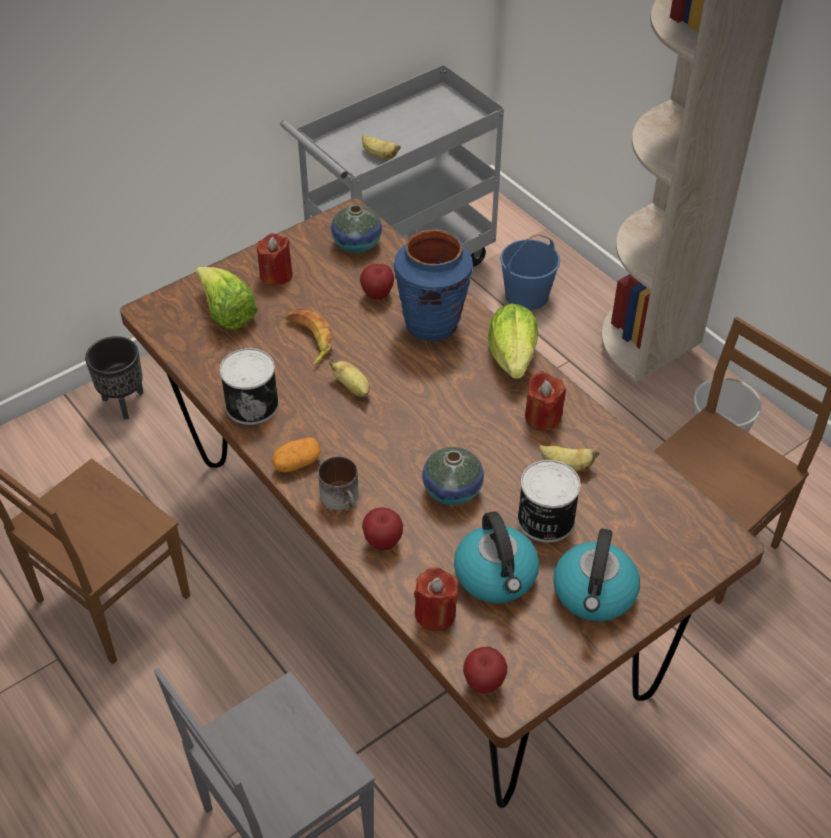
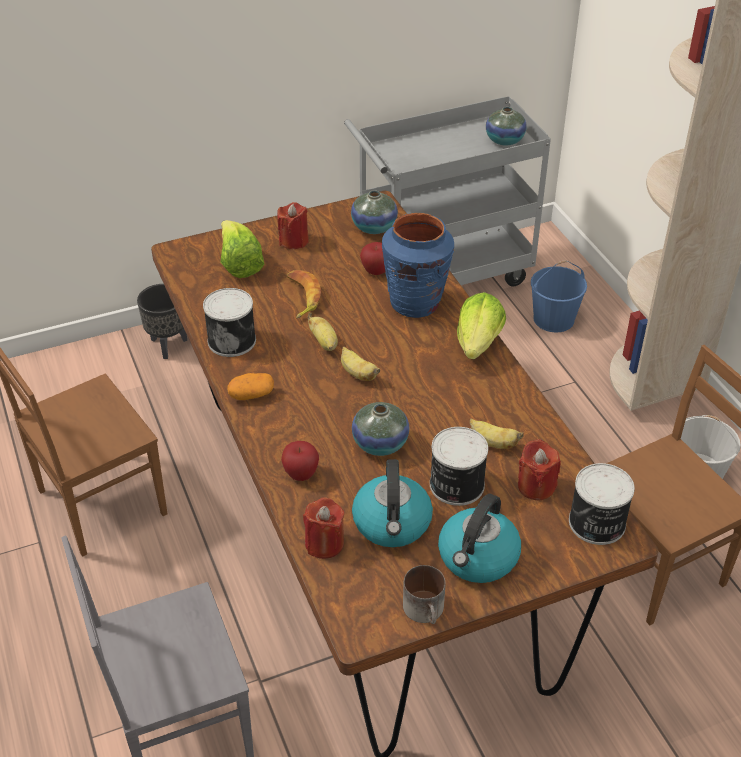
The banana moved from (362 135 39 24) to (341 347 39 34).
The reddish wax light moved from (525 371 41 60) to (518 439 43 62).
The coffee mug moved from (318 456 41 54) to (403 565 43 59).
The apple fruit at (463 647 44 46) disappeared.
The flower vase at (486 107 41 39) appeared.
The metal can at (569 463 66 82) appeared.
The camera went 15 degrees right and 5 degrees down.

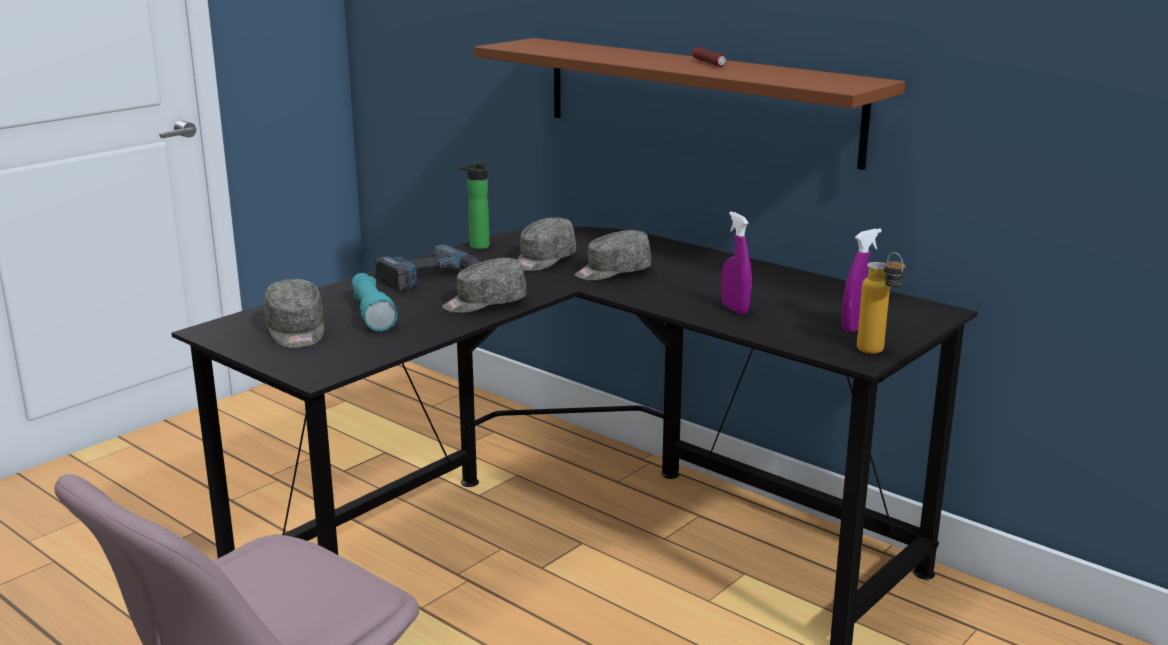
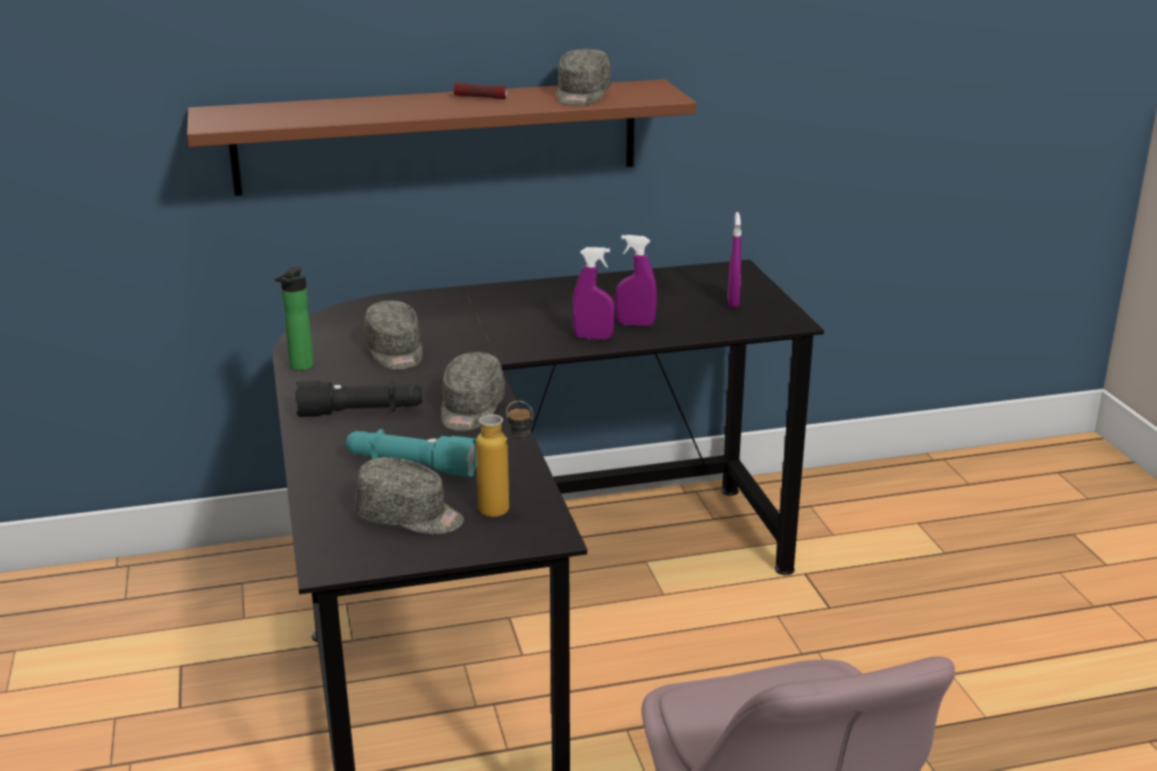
The greyish cap moved from (575 230 76 50) to (557 49 54 56).
The drill at (375 244 106 47) was replaced by the black hand torch at (295 381 128 36).
The beverage bottle moved from (857 252 49 102) to (476 401 57 116).
The purple-coloured sprayer at (572 247 43 93) appeared.
The camera went 55 degrees left and 5 degrees up.

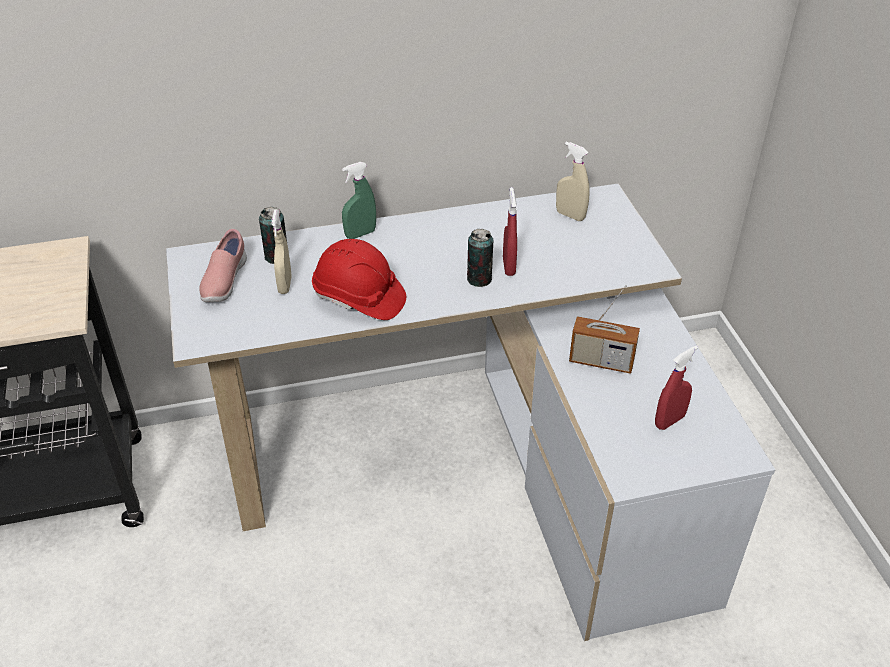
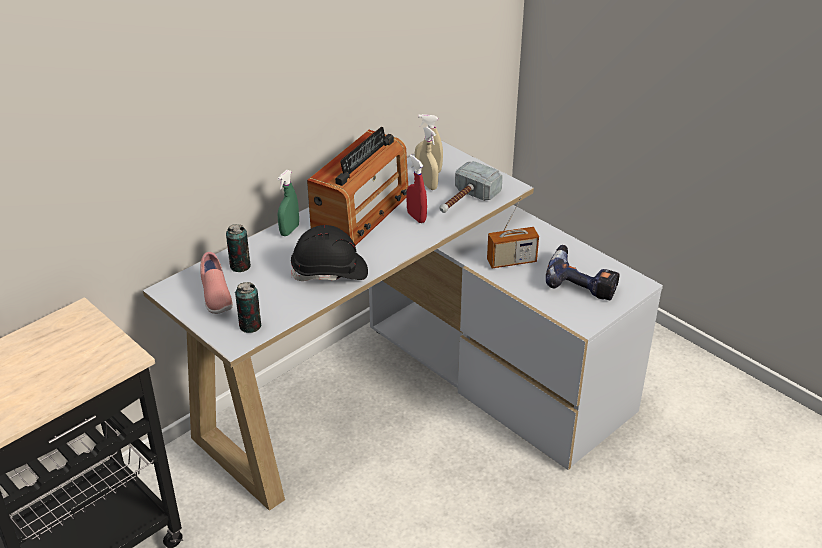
The beige-coloured sprayer moved from (271 209 21 85) to (419 126 20 64).
The metal can moved from (467 229 26 58) to (235 282 26 51).
The reddish safety helmet at (312 239 94 81) became the black safety helmet at (291 225 77 56).
The reddish sprayer at (655 345 43 85) was replaced by the drill at (546 245 74 55).
The radio receiver at (307 127 101 119) appeared.
The tool hammer at (439 161 64 52) appeared.
The camera went 30 degrees left and 5 degrees down.

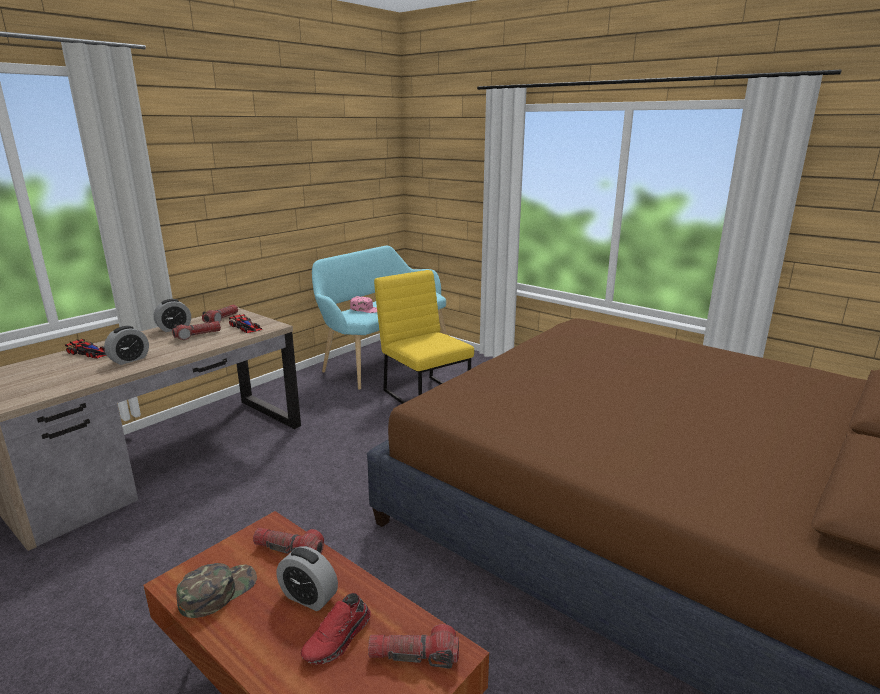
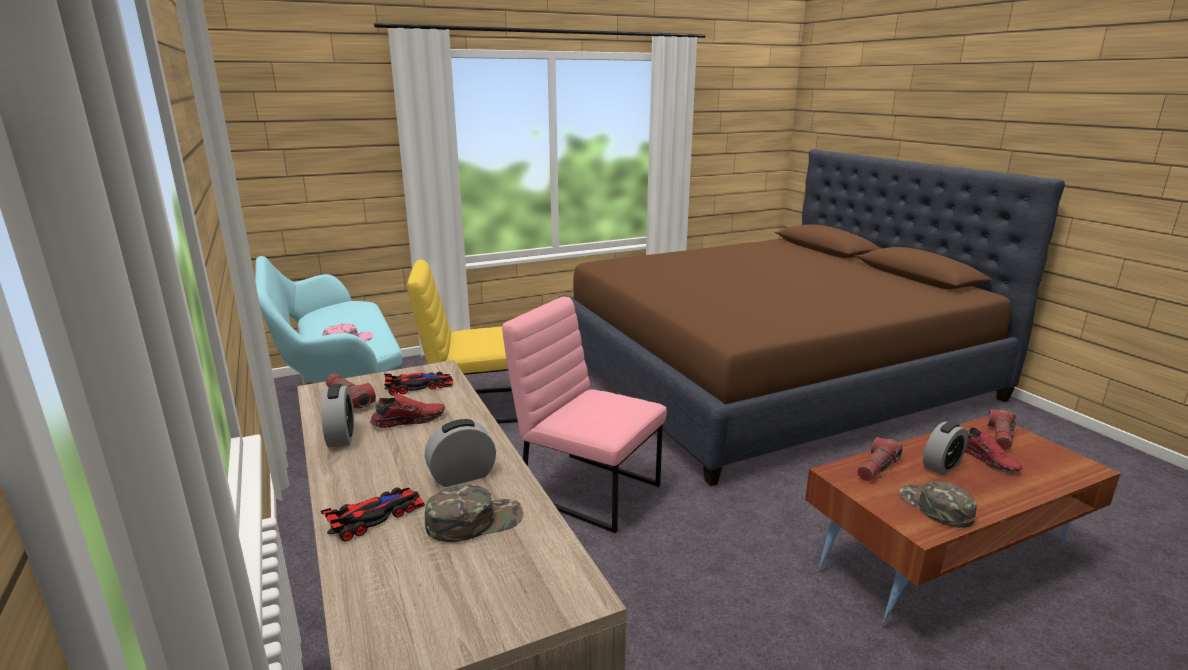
The hand torch at (172 321 49 19) was replaced by the reddish shoe at (370 393 75 35).
The table clock at (104 326 45 39) turned 90 degrees counterclockwise.
The pinkish upright chair at (502 297 165 236) appeared.
The green cap at (425 485 98 57) appeared.
The camera went 65 degrees left and 0 degrees up.

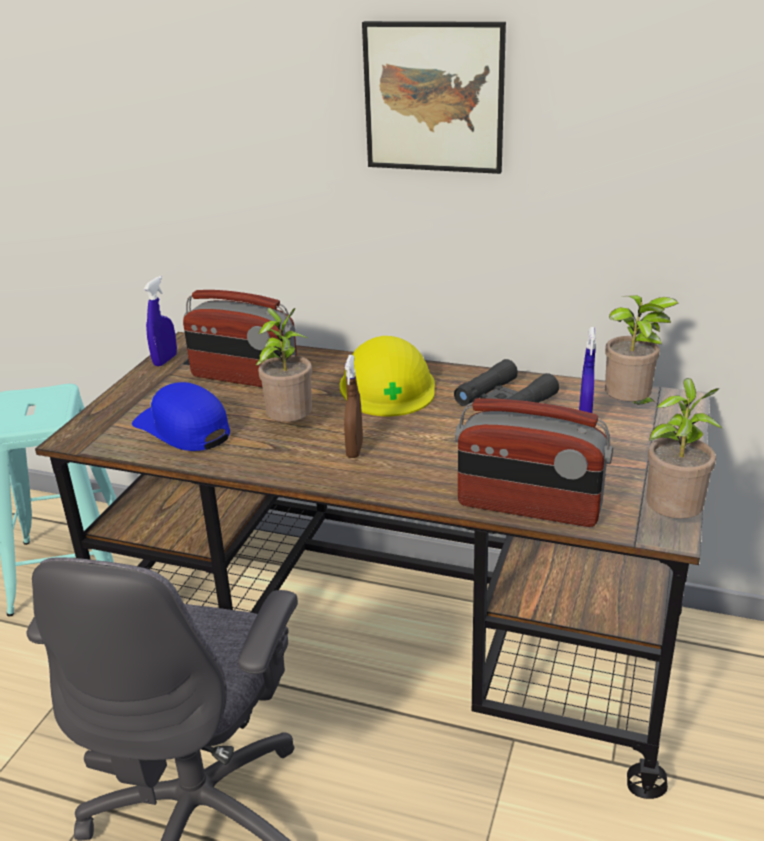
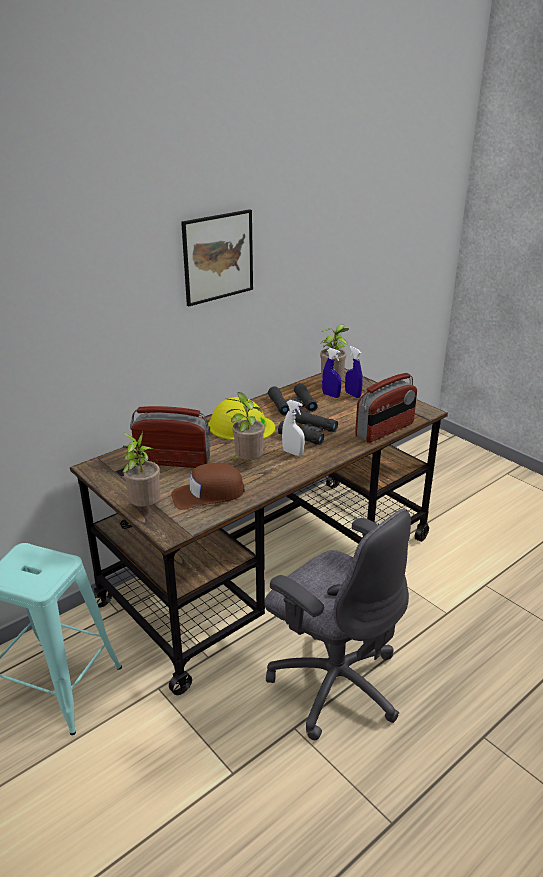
The blue-coloured sprayer moved from (144 276 33 90) to (345 346 18 52).
The radio receiver at (183 290 114 97) turned 135 degrees counterclockwise.
The brown-coloured sprayer at (344 355 19 103) became the white sprayer at (282 400 23 56).
The potted plant moved from (646 378 77 141) to (123 432 37 75).
The blue-coloured cap at (132 382 98 69) became the brown-coloured cap at (171 463 74 47).
The black pair of binoculars at (278 410 60 35) appeared.
The camera went 60 degrees left and 0 degrees up.

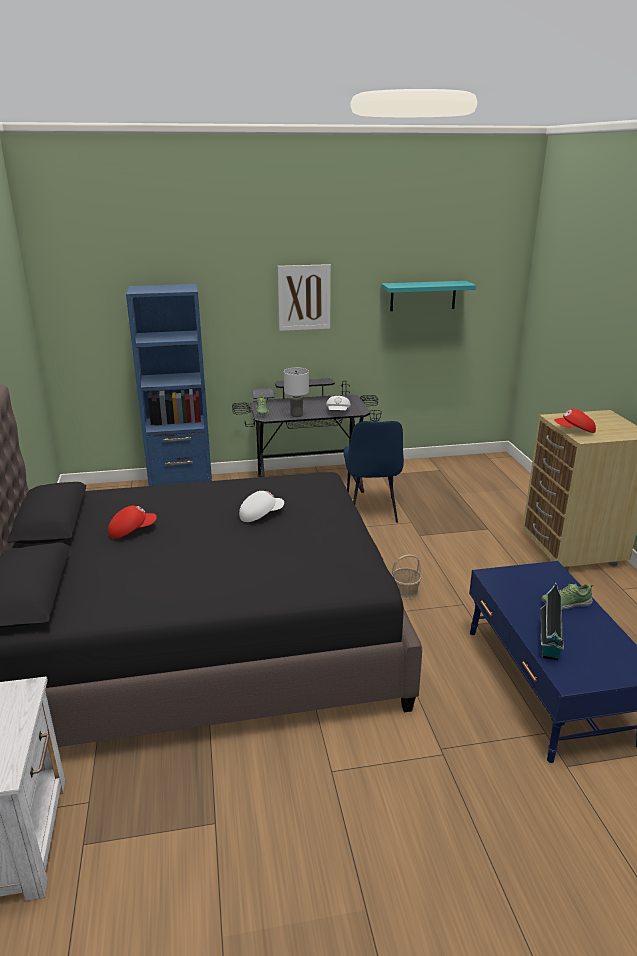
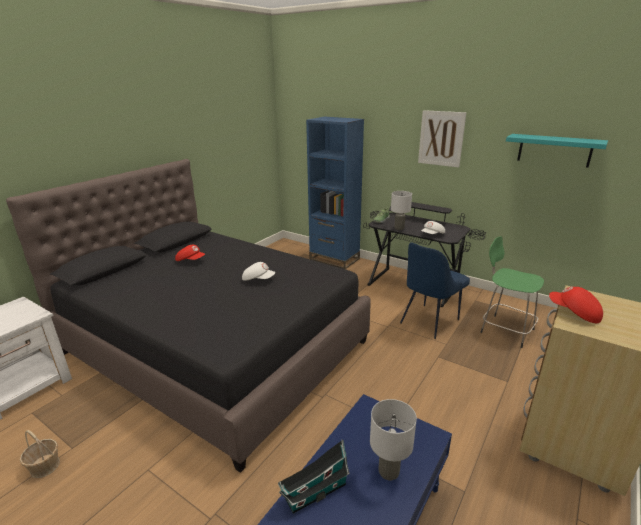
The storage basket moved from (392 554 30 45) to (20 430 40 48).
The shoe at (542 584 51 26) was replaced by the white table lamp at (370 399 47 82).
The green stool at (480 236 64 112) appeared.
The camera went 45 degrees right and 0 degrees up.

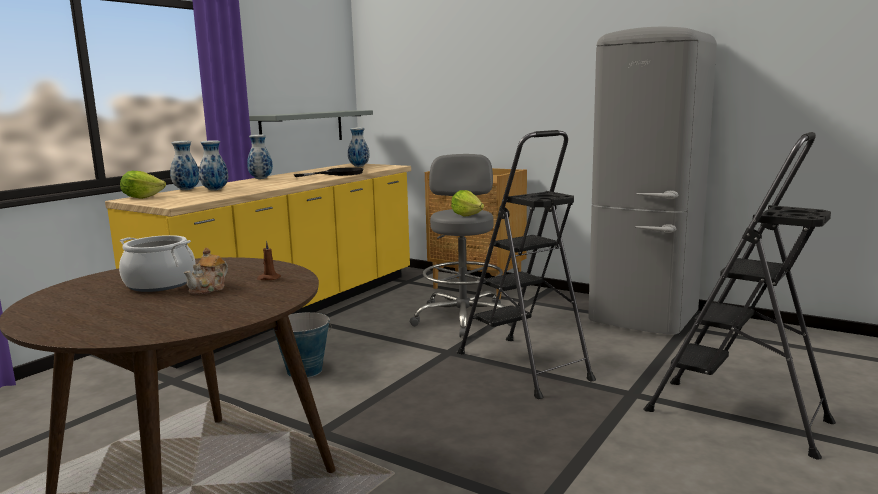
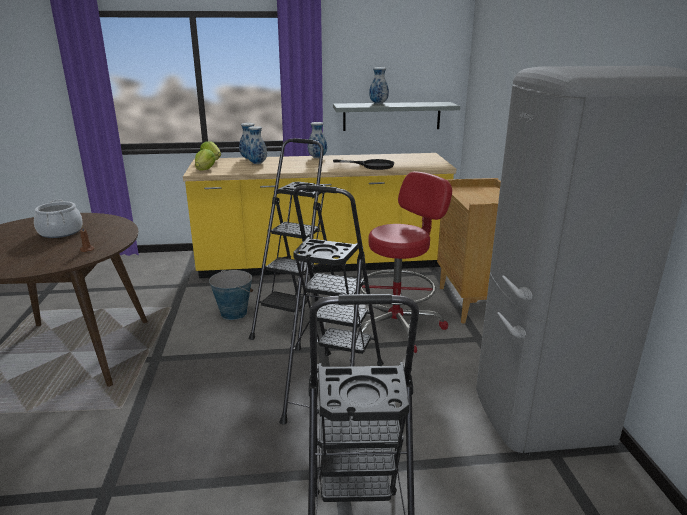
The flower vase moved from (348 128 22 39) to (369 67 20 37).
The greyish stool at (410 154 107 184) became the reddish stool at (359 171 93 182).
The head of lettuce moved from (451 190 33 27) to (195 149 21 21).
The pot for tea at (184 248 44 47) disappeared.
The step stool at (248 138 86 213) appeared.
The camera went 50 degrees right and 10 degrees up.

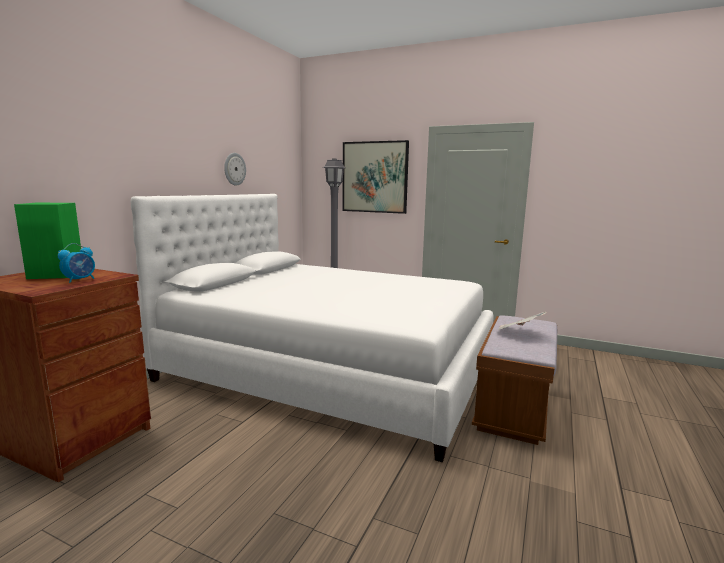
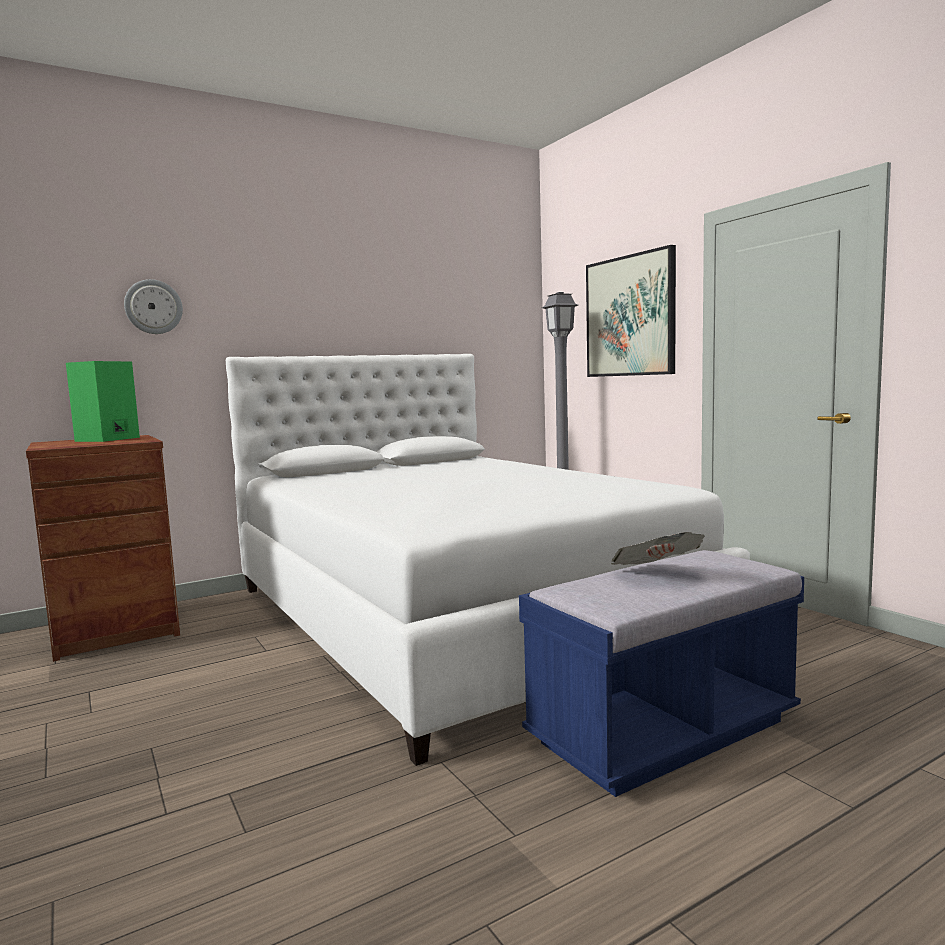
The hanging clock moved from (224 153 22 33) to (124 279 59 55).
The table clock at (58 243 37 40) disappeared.
The brown-coloured bench at (472 315 85 130) became the blue-coloured bench at (519 550 285 247).
The camera went 35 degrees right and 5 degrees down.

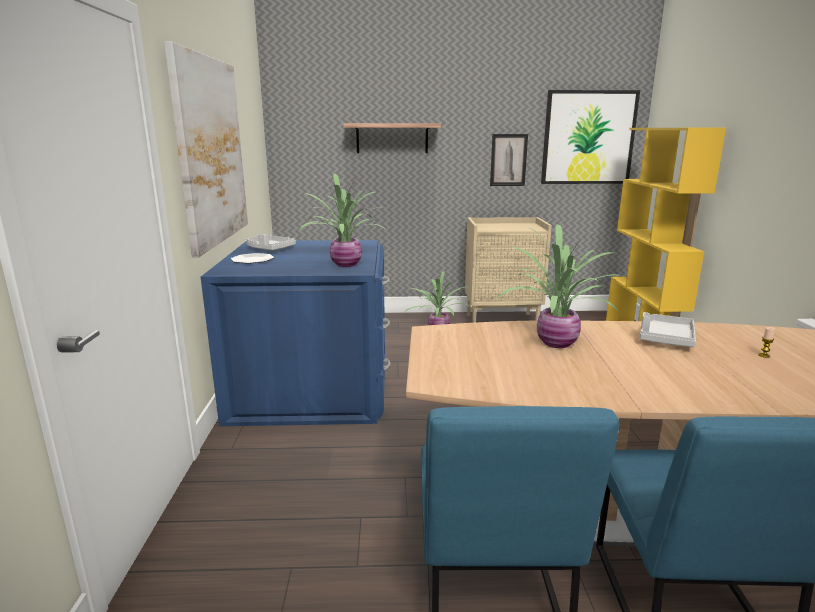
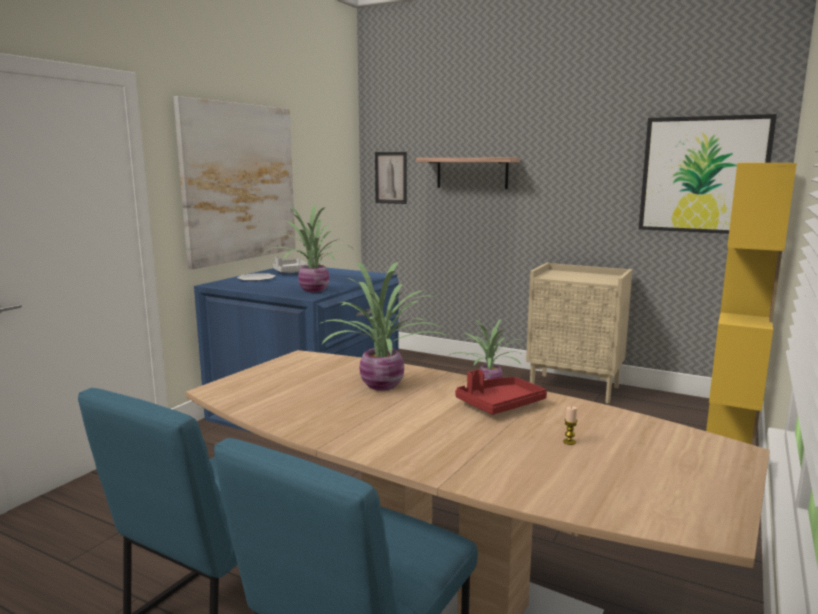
The wall art moved from (490 134 38 52) to (375 152 32 52).
The greyish tray at (640 312 56 35) became the reddish tray at (455 369 92 46).
The camera went 30 degrees right and 5 degrees down.

